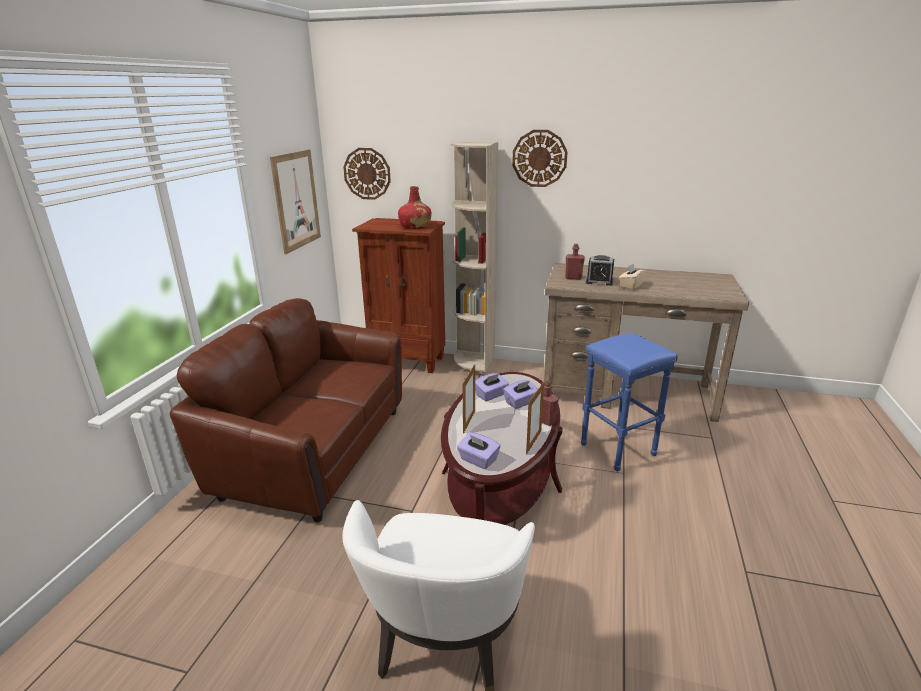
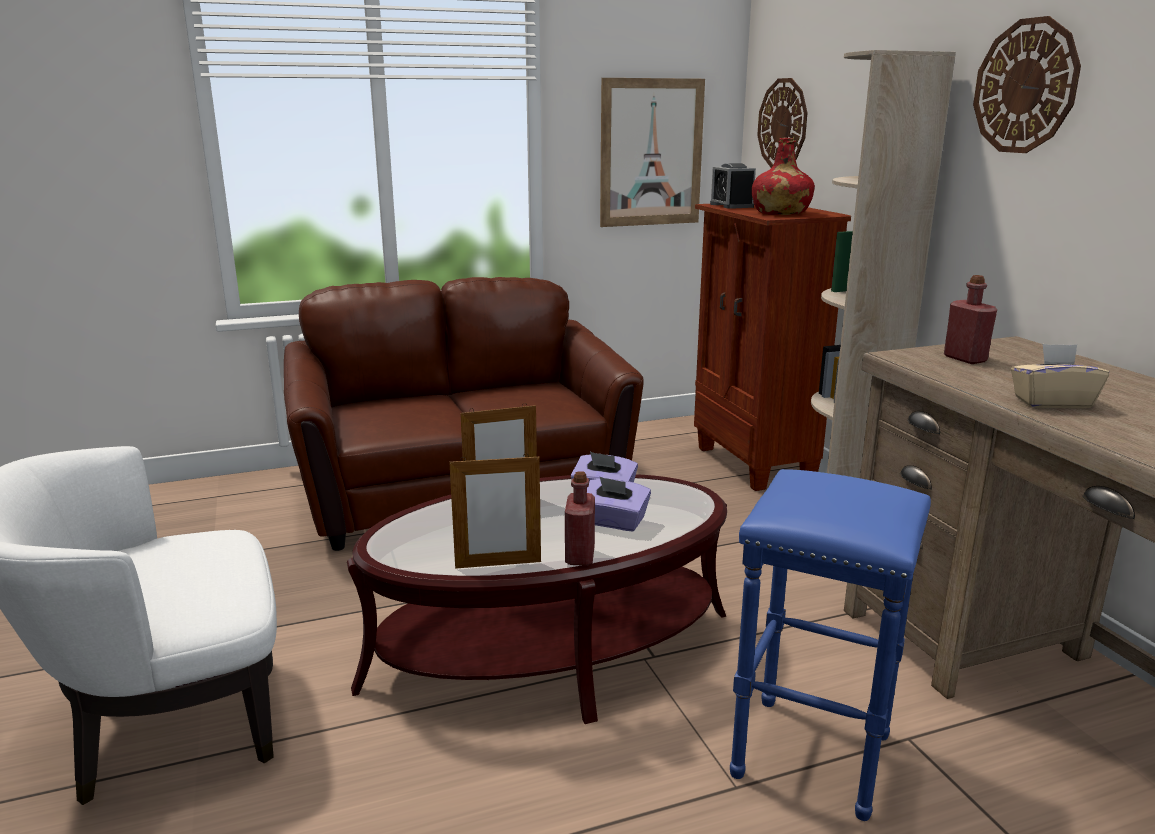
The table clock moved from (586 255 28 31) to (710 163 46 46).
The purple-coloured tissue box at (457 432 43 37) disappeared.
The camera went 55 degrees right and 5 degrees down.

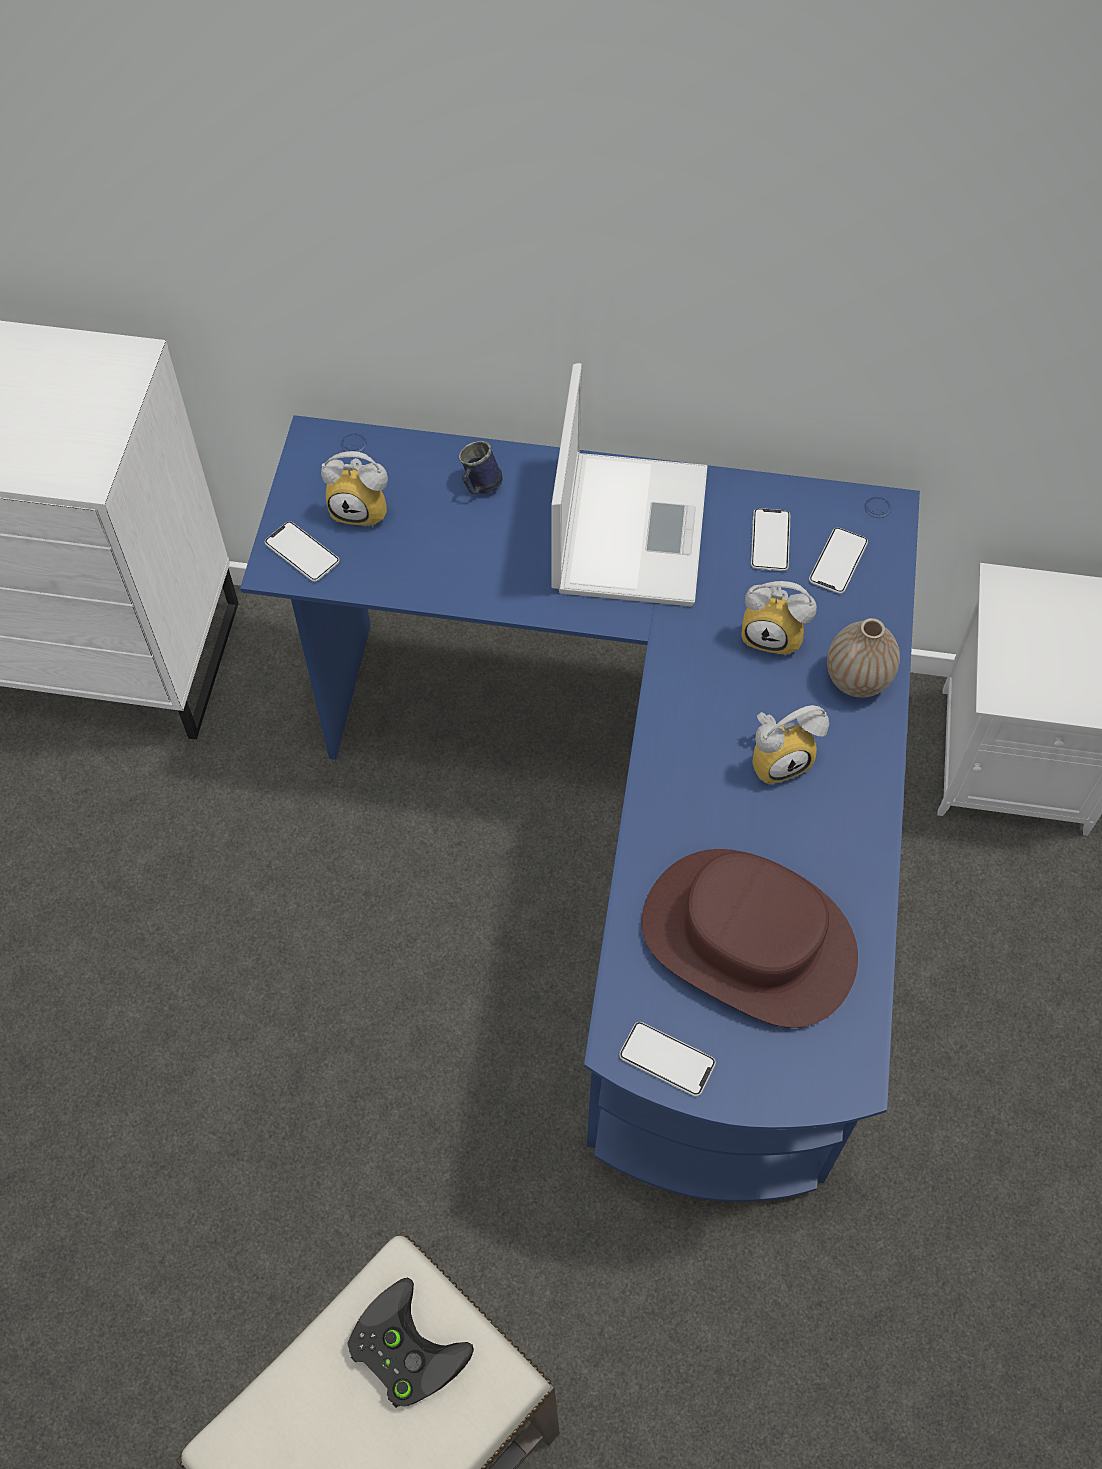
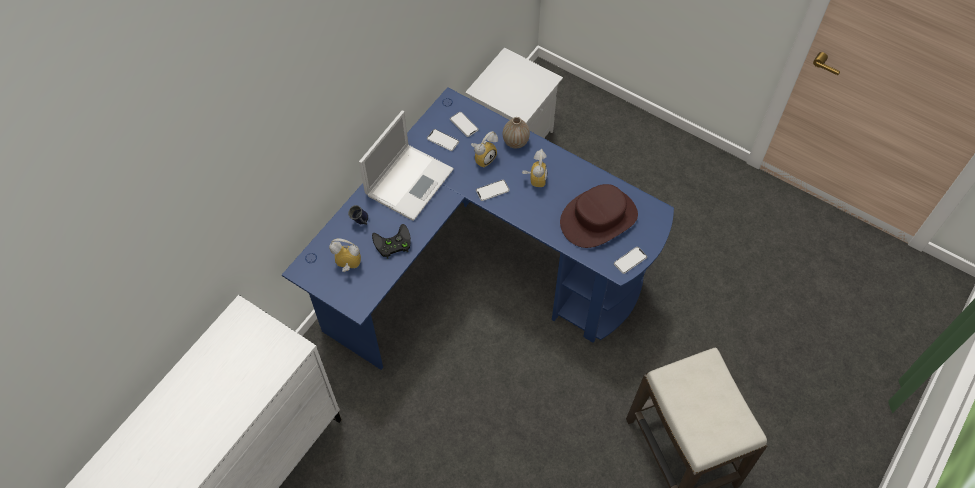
The portable computer at (551 363 156 243) turned 90 degrees clockwise.
The table clock at (321 451 67 76) turned 120 degrees counterclockwise.
The phone moved from (265 521 75 61) to (476 180 34 21).
The black gamepad moved from (347 1278 127 130) to (372 224 39 35).
The camera went 65 degrees left and 0 degrees up.

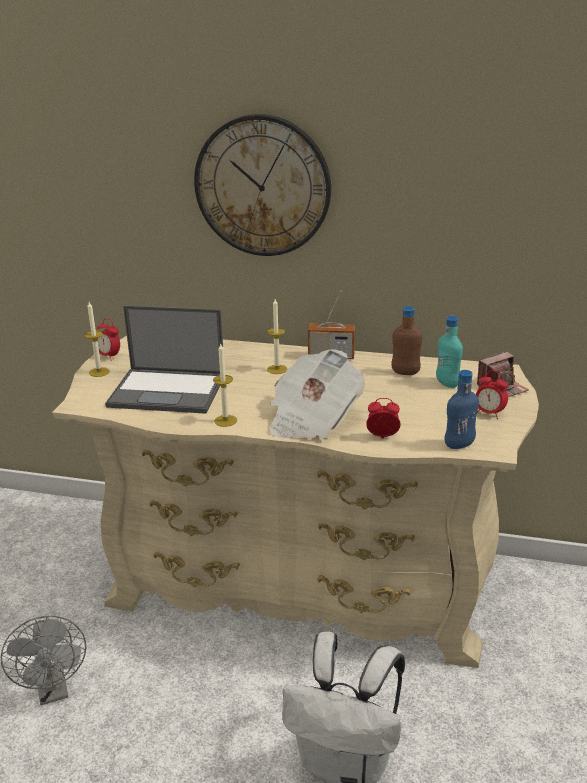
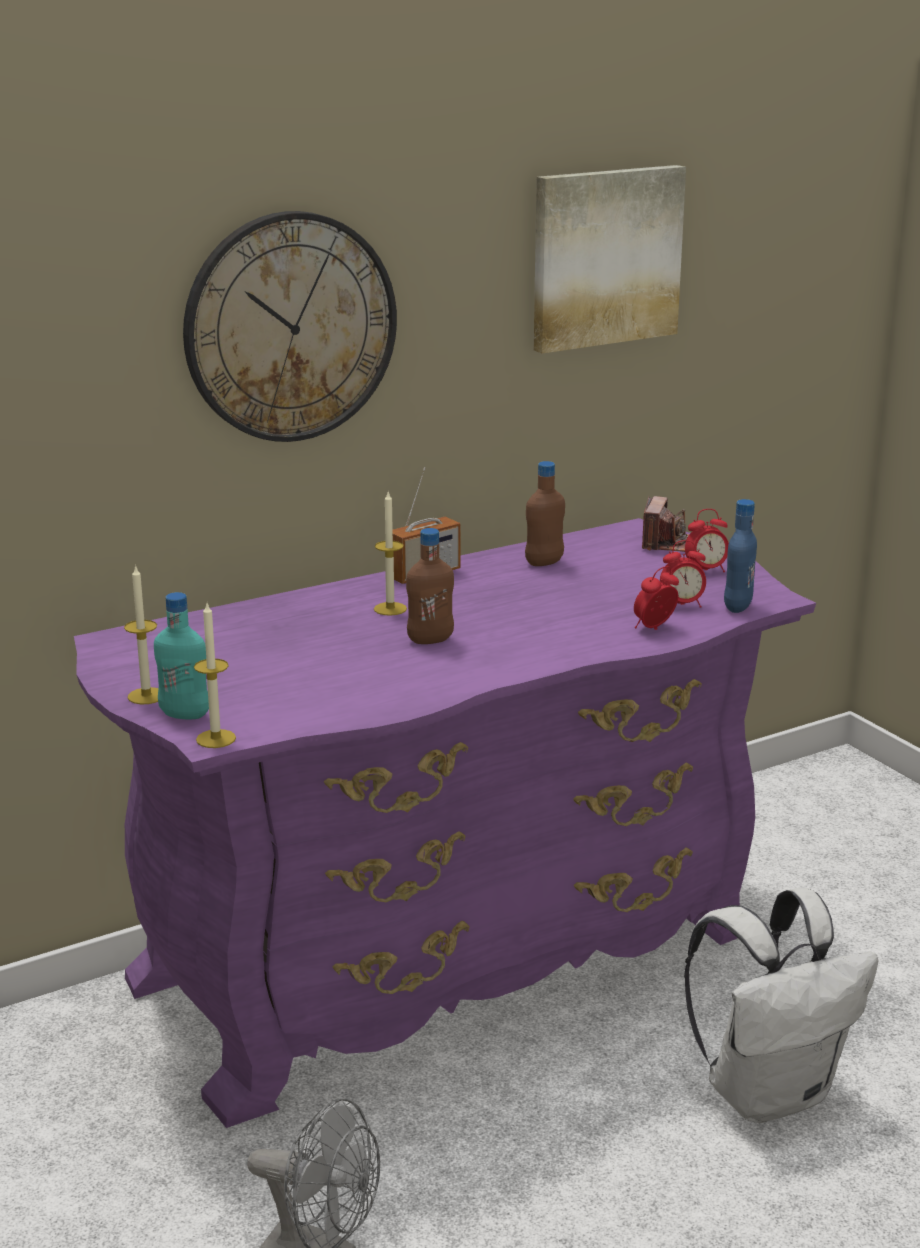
The portable computer at (105 305 118 109) disappeared.
The turquoise-coloured beverage bottle moved from (436 316 27 72) to (154 592 55 127).
The table clock moved from (97 318 23 43) to (660 540 46 68).
The beige-coloured dresser at (52 336 487 332) became the purple-coloured dresser at (74 518 742 610).
The wax light moved from (213 344 24 83) to (194 603 42 145).
The printed paper at (269 349 96 90) disappeared.
The wall art at (534 165 152 189) appeared.
The brown-coloured beverage bottle at (406 528 48 116) appeared.
The camera went 45 degrees left and 5 degrees down.

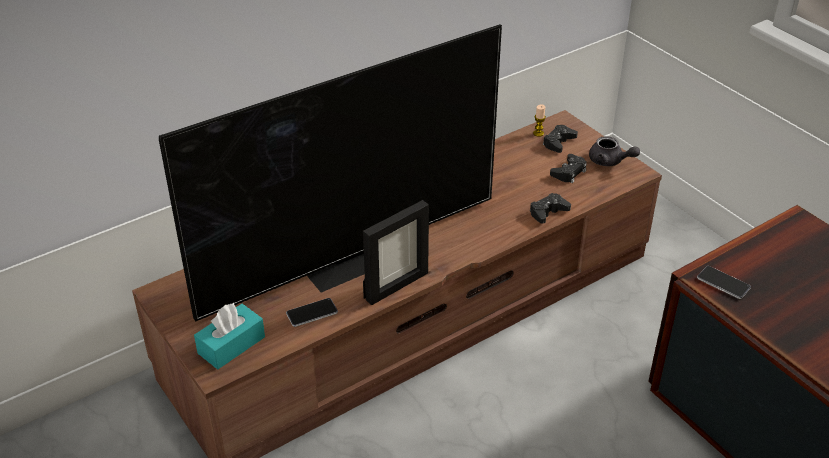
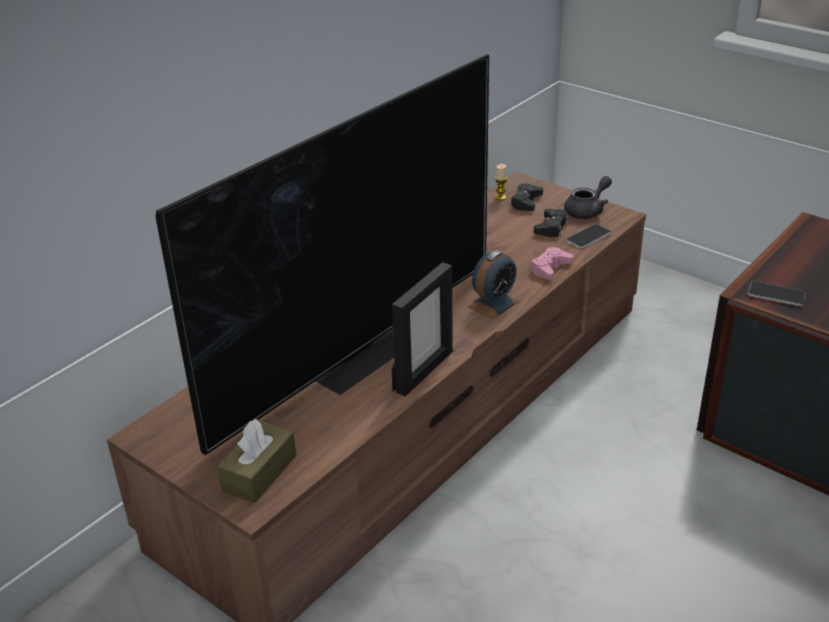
The greyish pot for tea at (589 136 51 30) turned 60 degrees counterclockwise.
The black gamepad at (530 193 41 31) became the pinkish gamepad at (530 247 43 33).
The phone moved from (286 298 52 29) to (566 224 45 25).
The turquoise-coloured tissue box at (194 303 71 66) became the brown-coloured tissue box at (217 419 79 84).
The table clock at (468 250 51 69) appeared.
The camera went 15 degrees left and 5 degrees down.

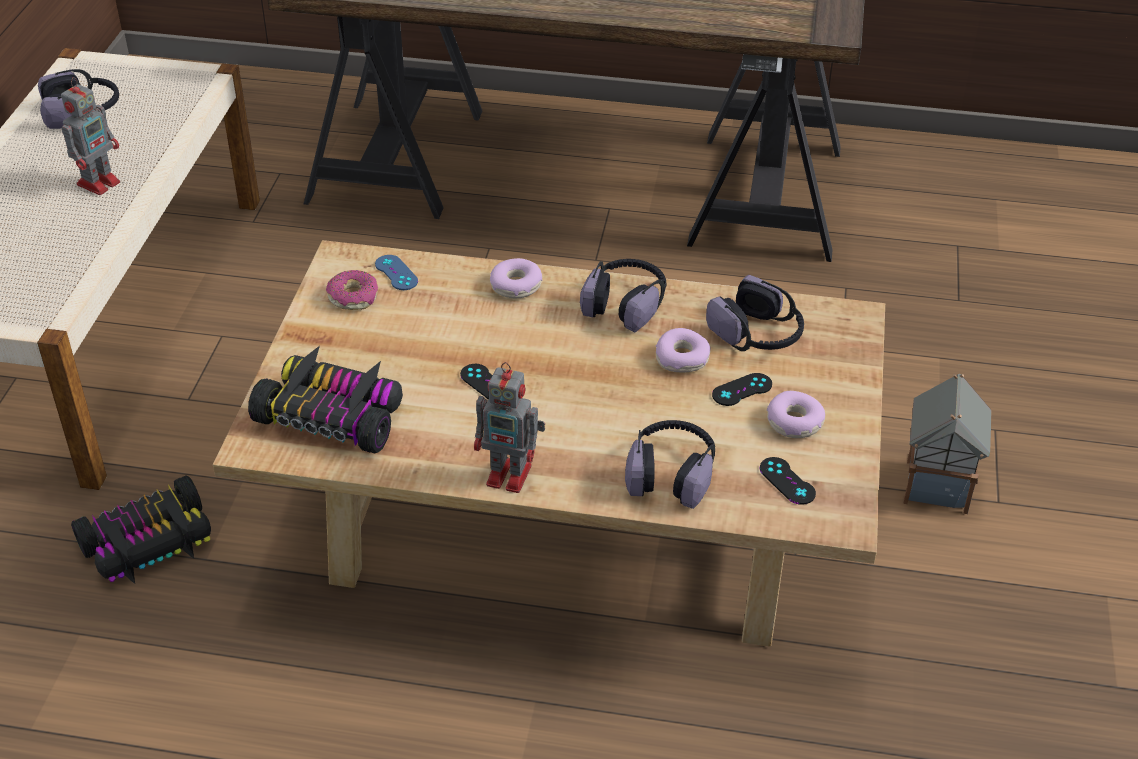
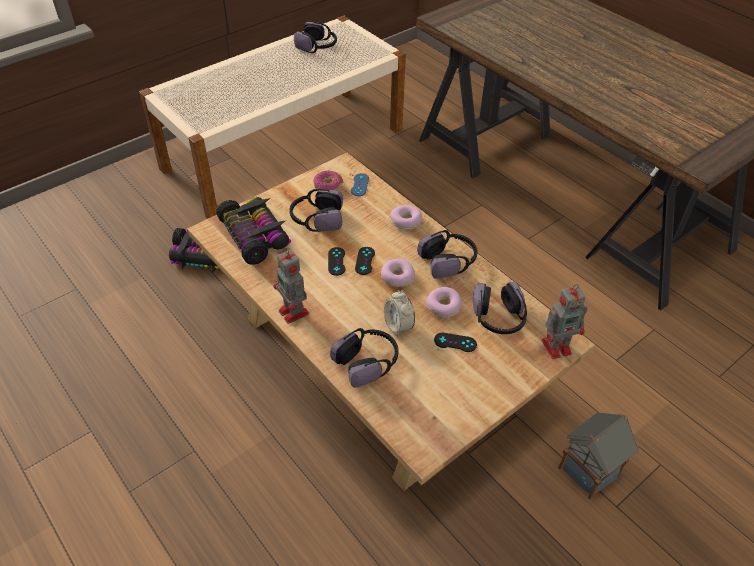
The toy robot moved from (61 77 59 118) to (542 284 46 75).
The donut moved from (767 391 58 47) to (381 259 34 28).
The black gamepad moved from (760 457 56 48) to (355 247 20 28).
The headphones at (289 189 54 43) appeared.
The table clock at (384 290 31 46) appeared.
The camera went 40 degrees right and 5 degrees up.

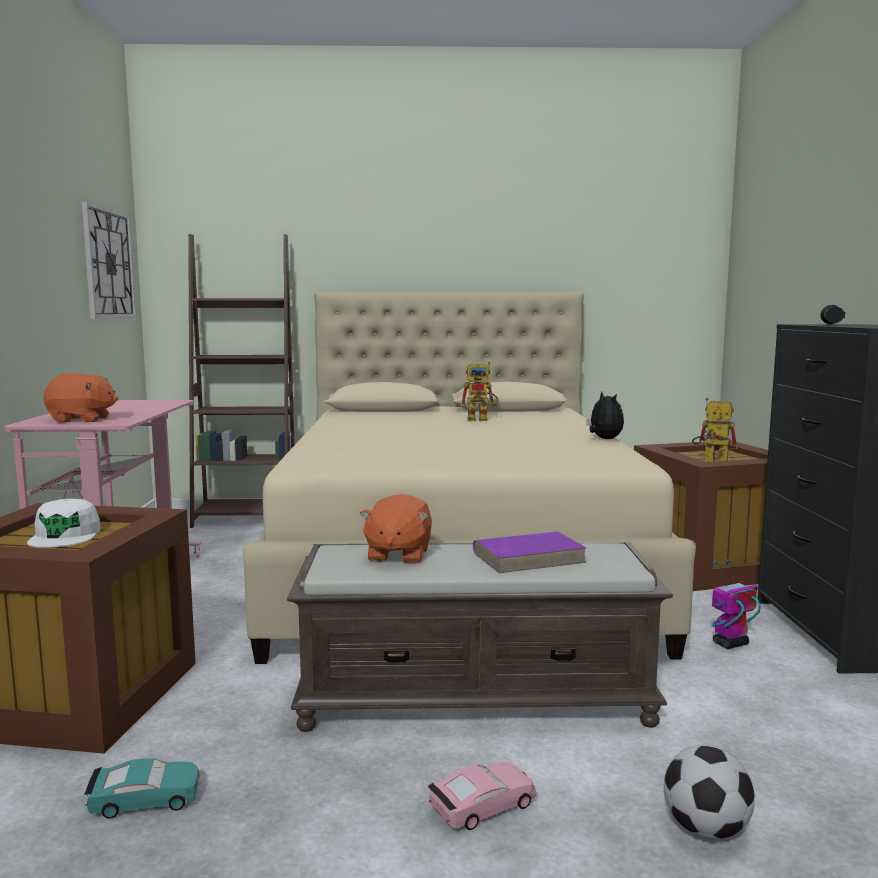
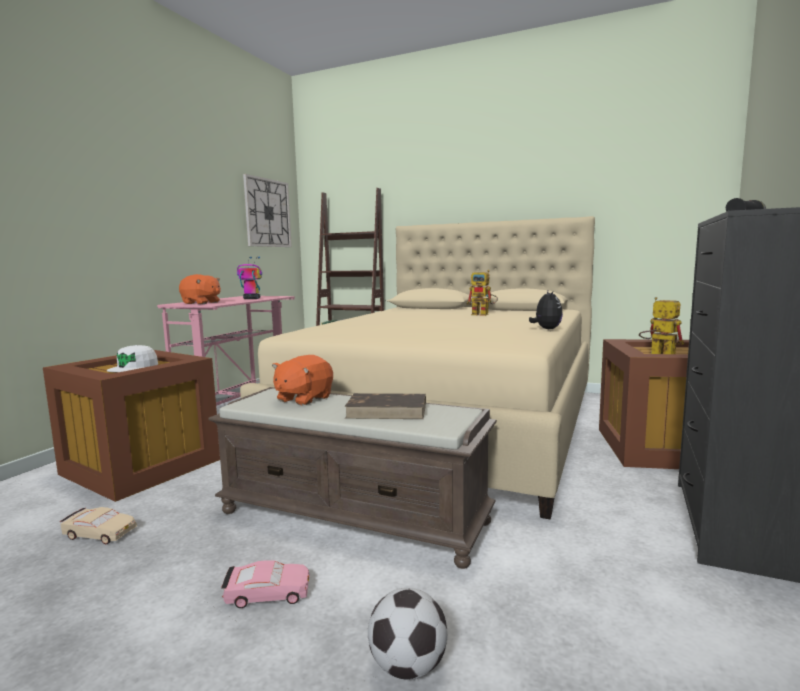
The purple-coloured bound book at (473 532 113 41) became the brown-coloured bound book at (344 393 82 26).
The toy robot moved from (712 559 49 90) to (237 256 25 43).
The turquoise-coloured miniature car at (84 758 116 61) became the beige-coloured miniature car at (60 507 77 37).
The camera went 25 degrees right and 0 degrees up.

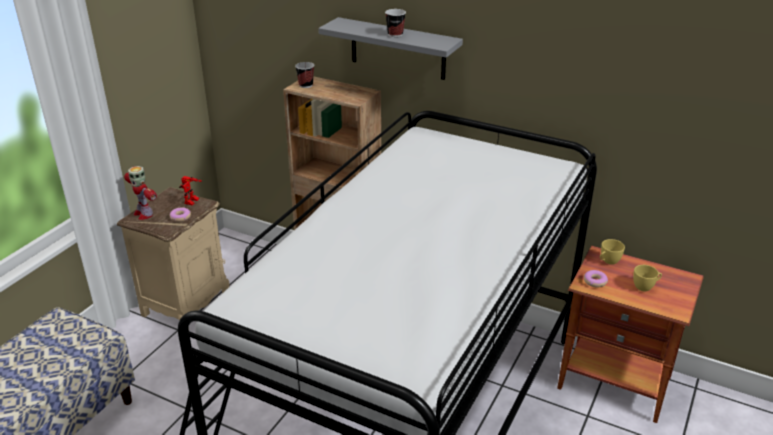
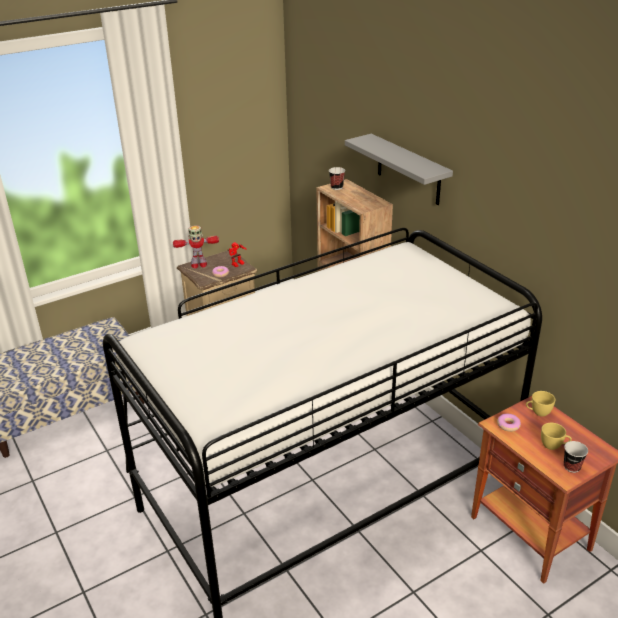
The cup moved from (385 9 21 28) to (564 441 24 32).
The toy robot at (124 166 33 54) turned 90 degrees counterclockwise.
The camera went 30 degrees right and 0 degrees up.

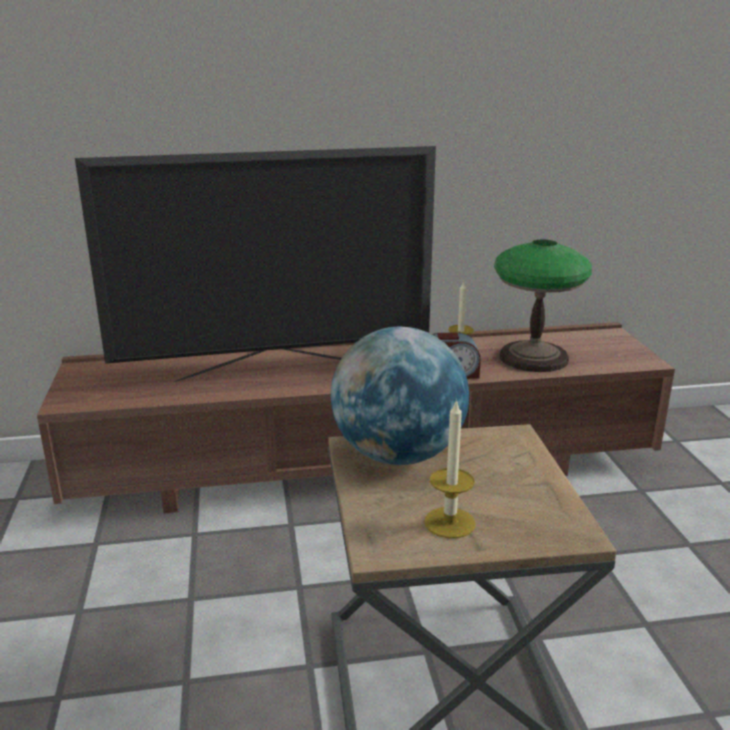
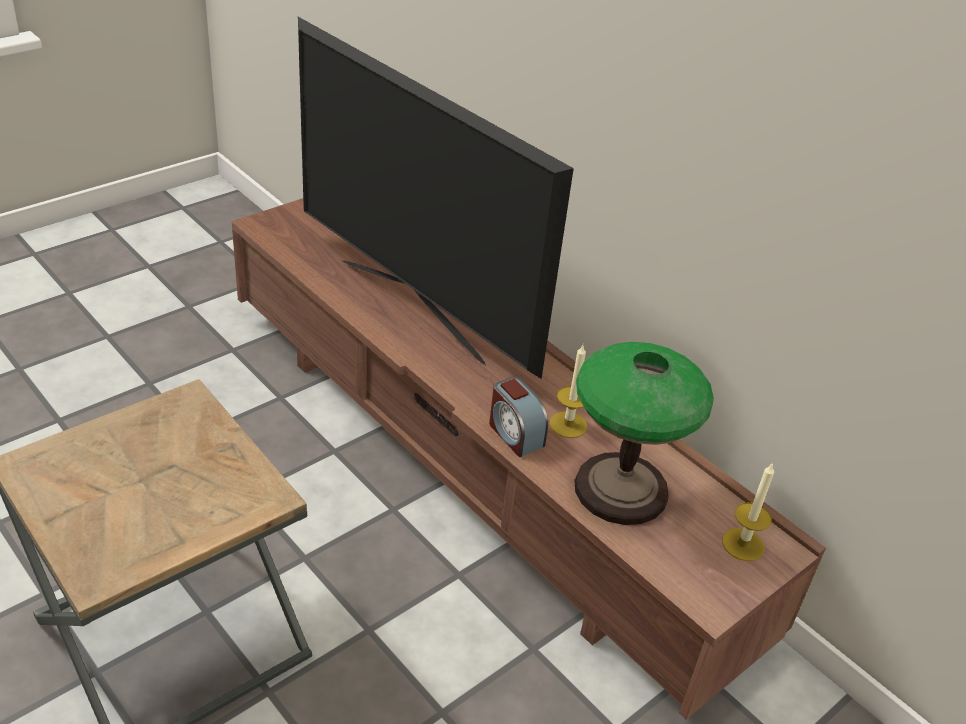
The world globe at (331 327 138 138) disappeared.
The wax light moved from (424 399 52 139) to (722 462 52 99).
The camera went 55 degrees right and 15 degrees up.

